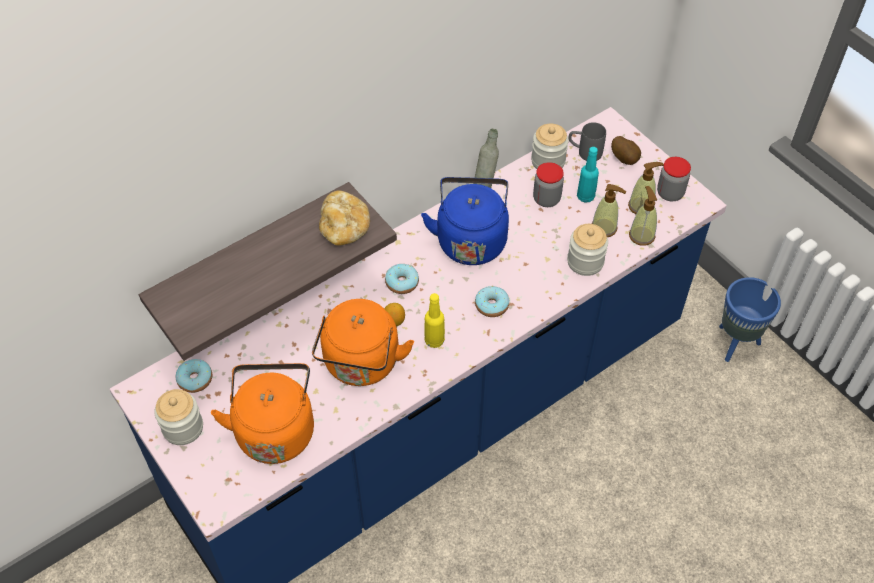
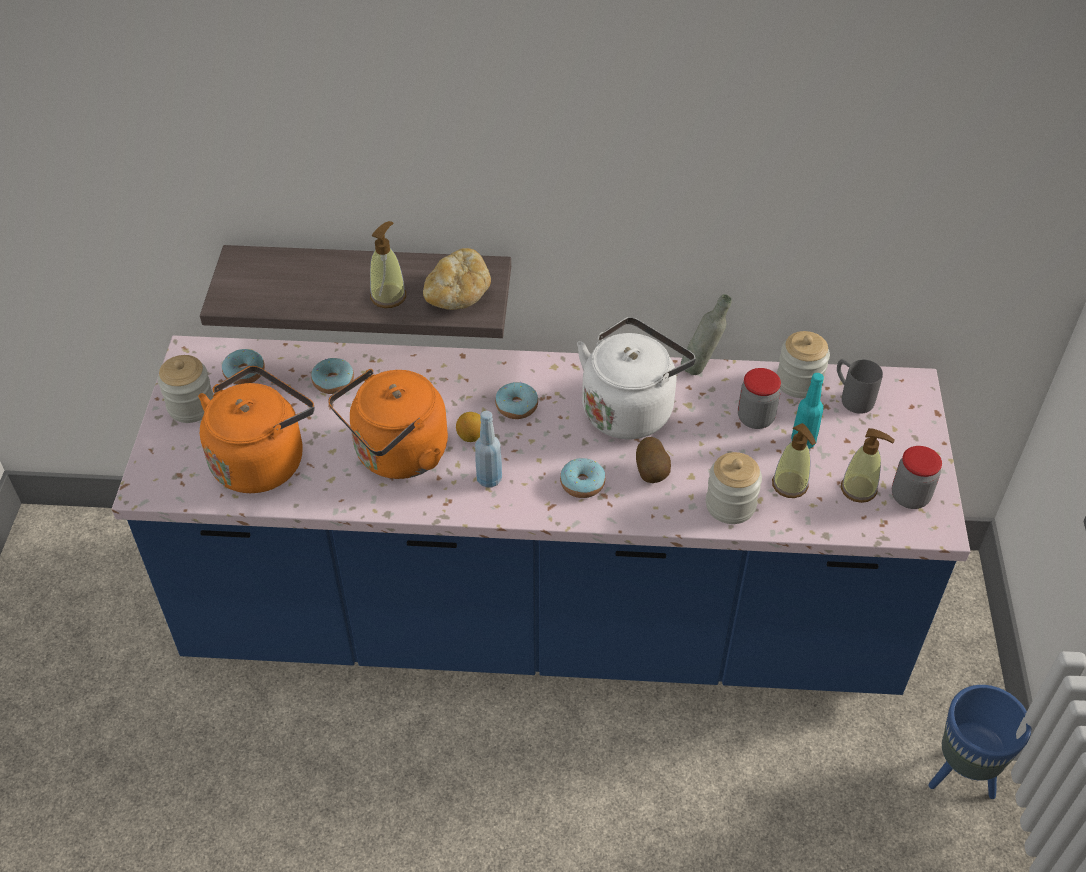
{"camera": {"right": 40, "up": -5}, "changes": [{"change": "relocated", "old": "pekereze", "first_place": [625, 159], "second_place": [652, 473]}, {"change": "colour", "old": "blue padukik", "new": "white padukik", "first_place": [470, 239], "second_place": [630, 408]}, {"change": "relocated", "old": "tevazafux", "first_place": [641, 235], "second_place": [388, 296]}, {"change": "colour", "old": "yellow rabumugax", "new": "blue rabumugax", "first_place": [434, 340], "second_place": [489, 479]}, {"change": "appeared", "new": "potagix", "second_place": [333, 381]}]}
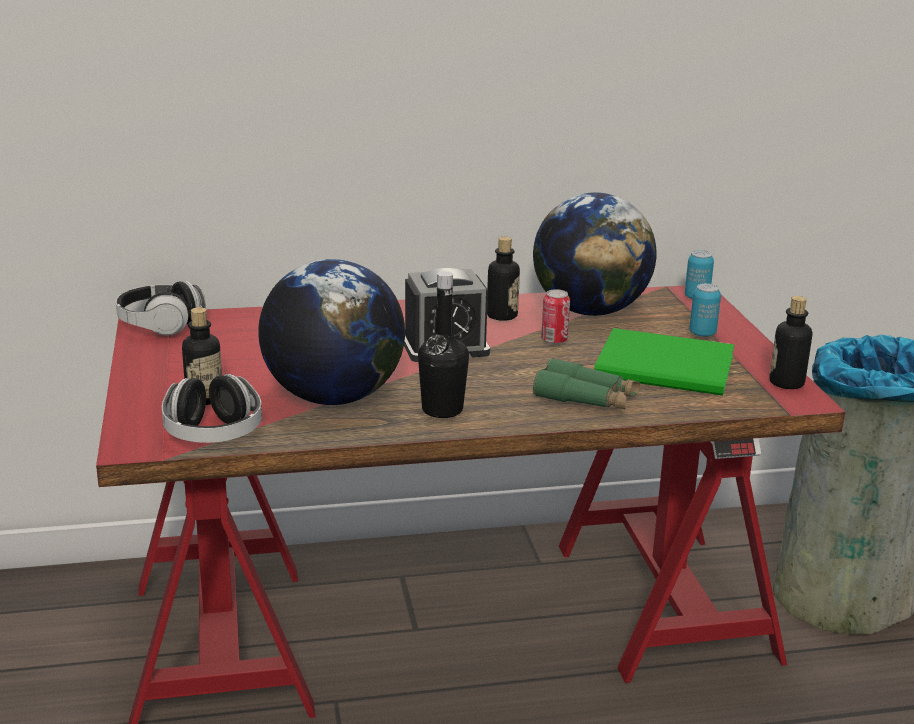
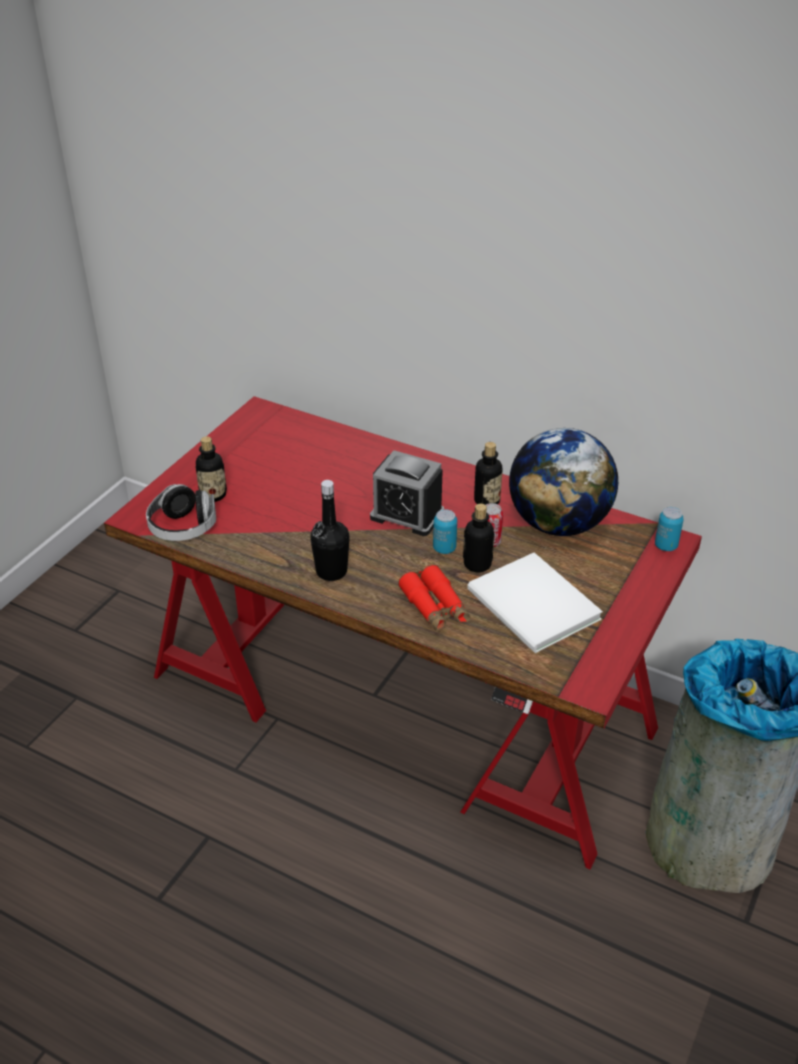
{"camera": {"right": 40, "up": 15}, "changes": [{"change": "missing", "old": "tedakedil", "first_place": [333, 397]}, {"change": "missing", "old": "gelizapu", "first_place": [160, 325]}, {"change": "relocated", "old": "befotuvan", "first_place": [702, 333], "second_place": [444, 548]}, {"change": "relocated", "old": "rabumugax", "first_place": [786, 383], "second_place": [477, 564]}, {"change": "colour", "old": "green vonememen", "new": "white vonememen", "first_place": [668, 368], "second_place": [533, 608]}, {"change": "colour", "old": "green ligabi", "new": "red ligabi", "first_place": [586, 398], "second_place": [435, 607]}]}
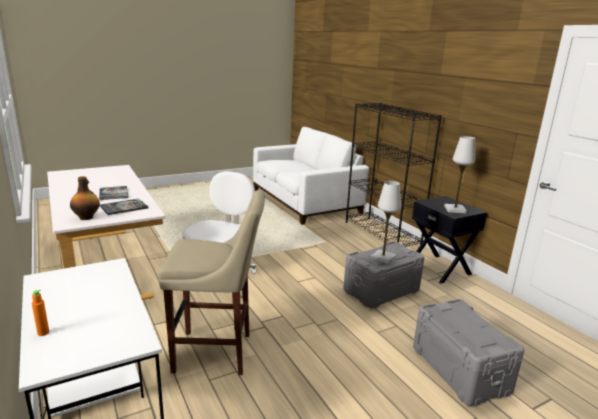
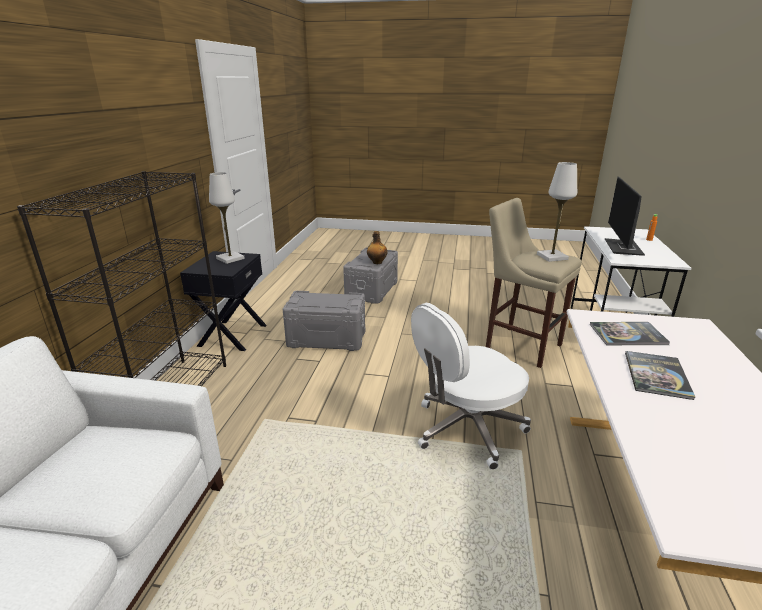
{"camera": {"right": -140, "up": 5}, "changes": [{"change": "relocated", "old": "rabumugax", "first_place": [87, 217], "second_place": [377, 262]}, {"change": "relocated", "old": "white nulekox", "first_place": [383, 257], "second_place": [552, 257]}, {"change": "appeared", "new": "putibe", "second_place": [623, 248]}]}
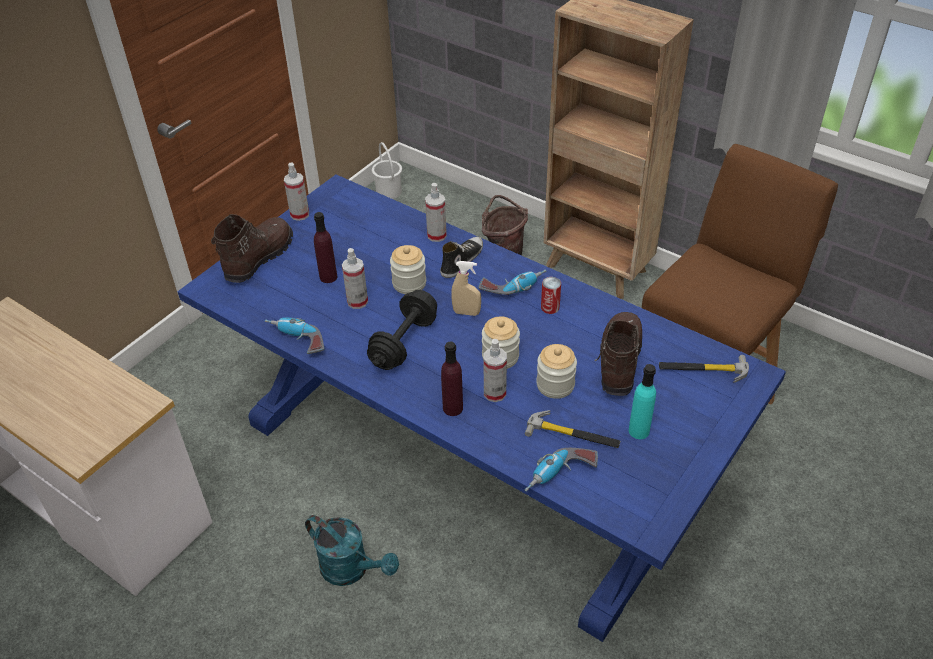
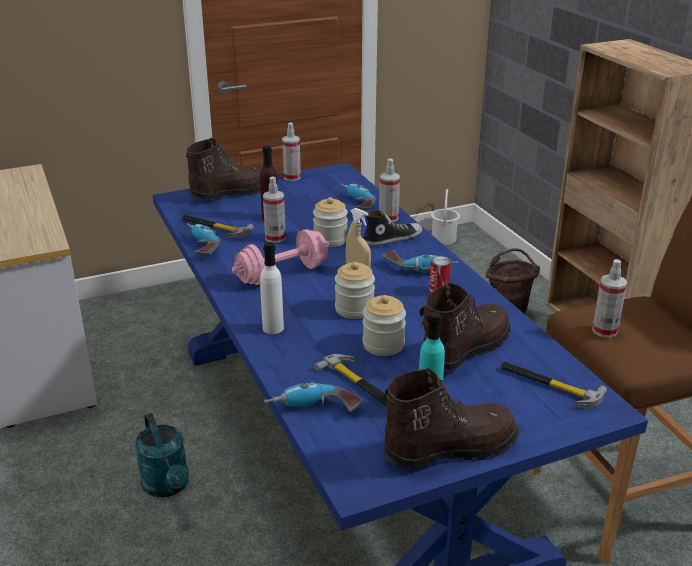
{"camera": {"right": 30, "up": -15}, "changes": [{"change": "colour", "old": "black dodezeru", "new": "pink dodezeru", "first_place": [404, 343], "second_place": [282, 274]}, {"change": "relocated", "old": "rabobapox", "first_place": [494, 393], "second_place": [604, 330]}, {"change": "colour", "old": "purple rabumugax", "new": "white rabumugax", "first_place": [452, 408], "second_place": [273, 328]}, {"change": "appeared", "new": "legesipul", "second_place": [356, 203]}, {"change": "appeared", "new": "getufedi", "second_place": [214, 228]}, {"change": "appeared", "new": "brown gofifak", "second_place": [449, 448]}]}
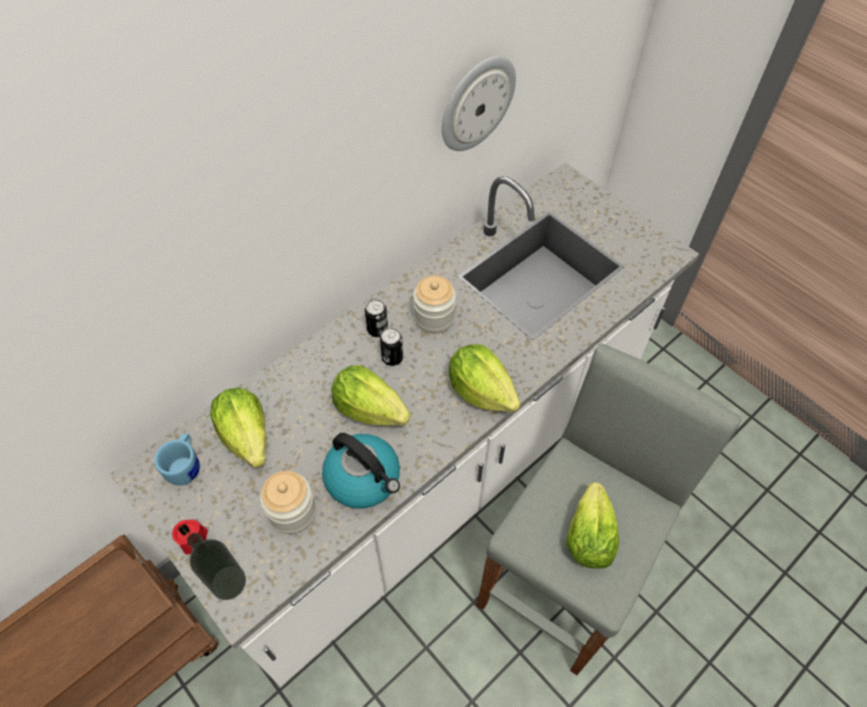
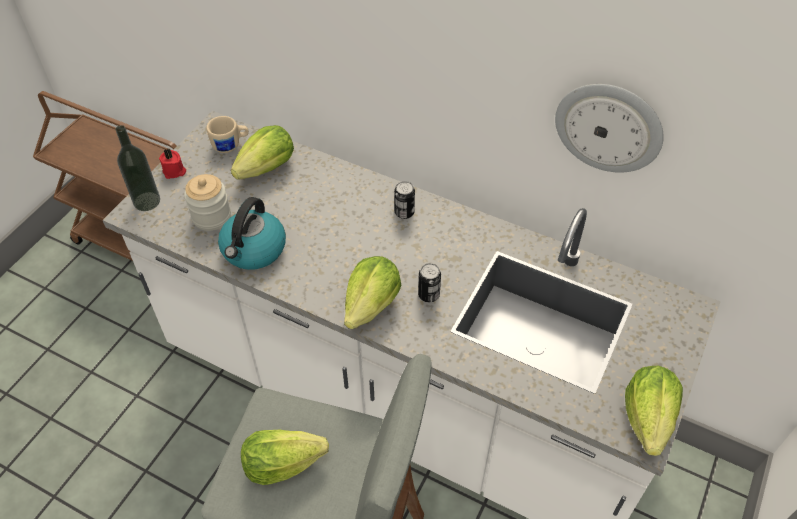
{"camera": {"right": 70, "up": -5}, "changes": [{"change": "missing", "old": "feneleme", "first_place": [434, 318]}, {"change": "relocated", "old": "befotuvan", "first_place": [392, 358], "second_place": [428, 295]}, {"change": "relocated", "old": "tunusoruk", "first_place": [369, 409], "second_place": [648, 418]}, {"change": "colour", "old": "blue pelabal", "new": "beige pelabal", "first_place": [186, 465], "second_place": [231, 145]}]}
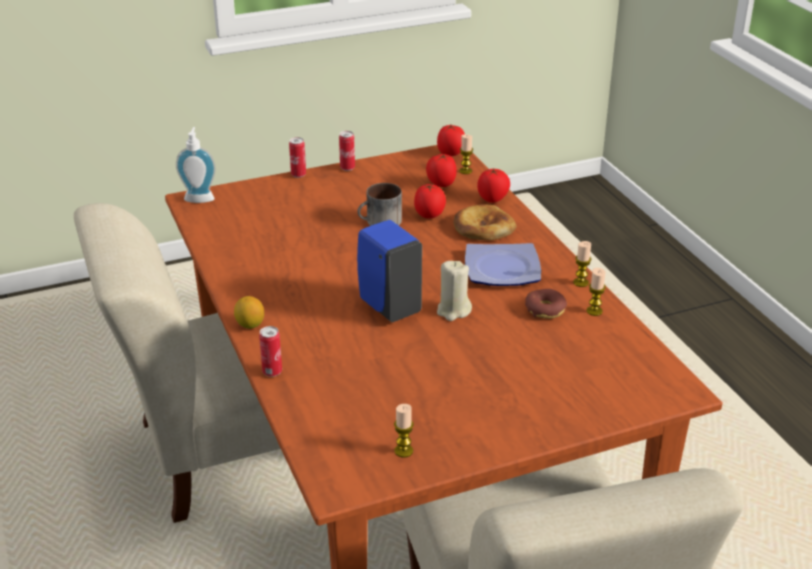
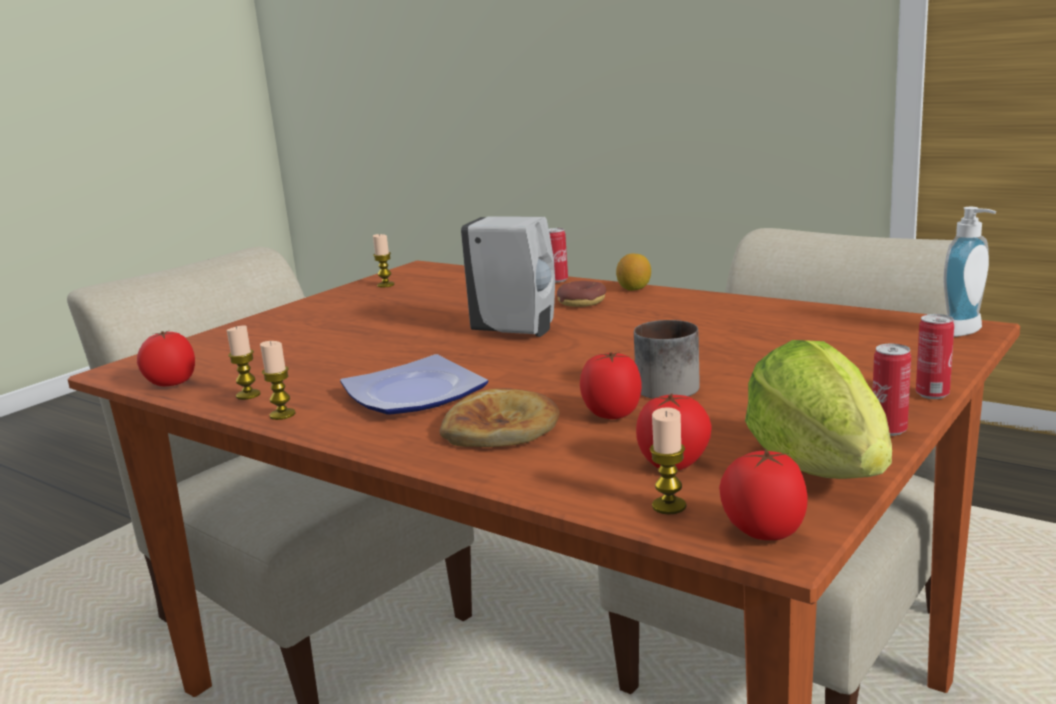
{"camera": {"right": 150, "up": -15}, "changes": [{"change": "relocated", "old": "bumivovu", "first_place": [493, 199], "second_place": [171, 384]}, {"change": "colour", "old": "blue tevazafux", "new": "white tevazafux", "first_place": [388, 306], "second_place": [517, 331]}, {"change": "missing", "old": "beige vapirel", "first_place": [453, 311]}, {"change": "relocated", "old": "potagix", "first_place": [545, 309], "second_place": [581, 302]}, {"change": "appeared", "new": "tunusoruk", "second_place": [819, 466]}]}
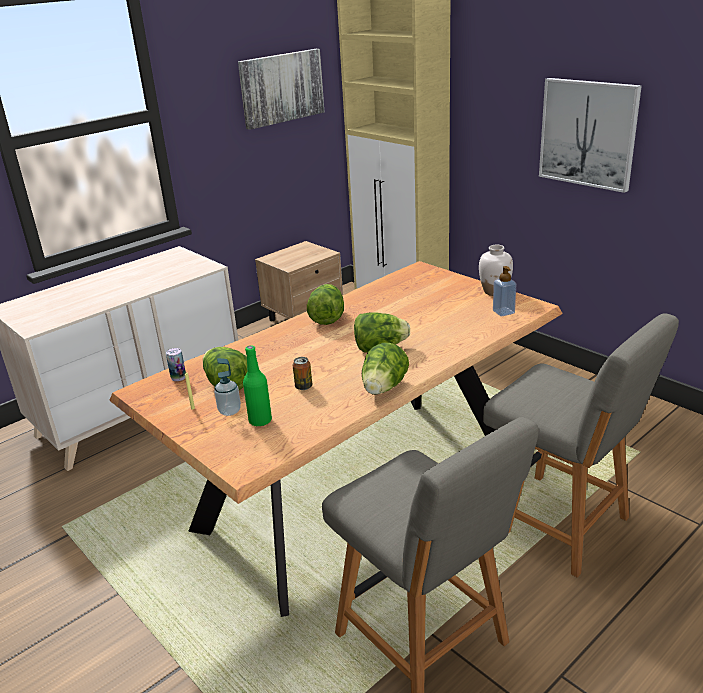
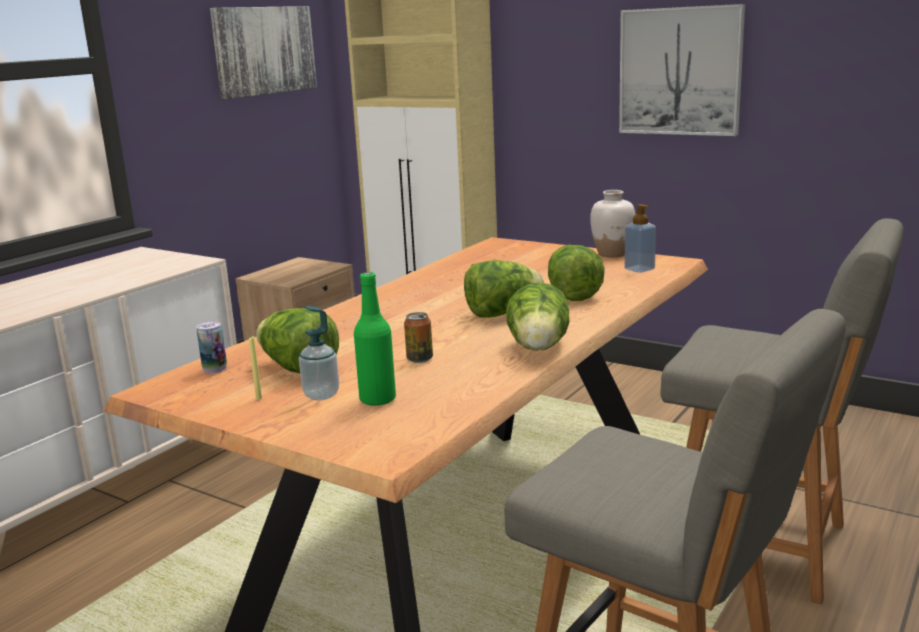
{"camera": {"right": -15, "up": -10}, "changes": [{"change": "relocated", "old": "tunusoruk", "first_place": [327, 317], "second_place": [572, 294]}]}
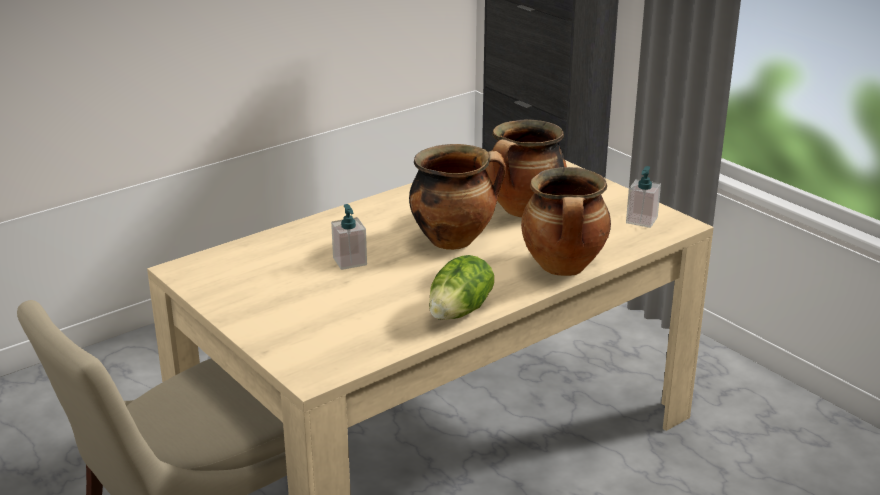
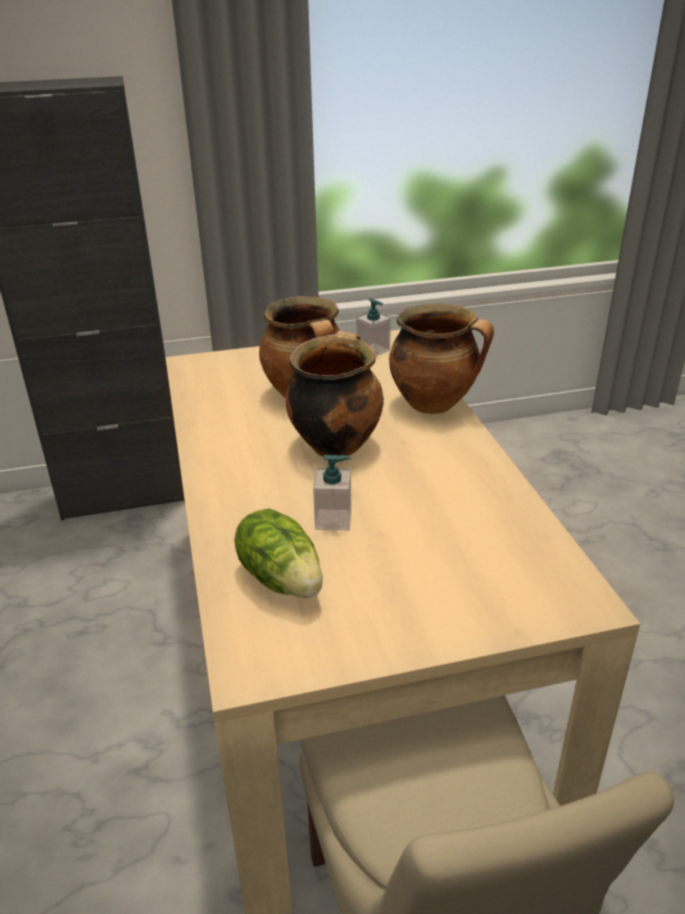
{"camera": {"right": -65, "up": 5}, "changes": [{"change": "relocated", "old": "tunusoruk", "first_place": [461, 311], "second_place": [282, 578]}]}
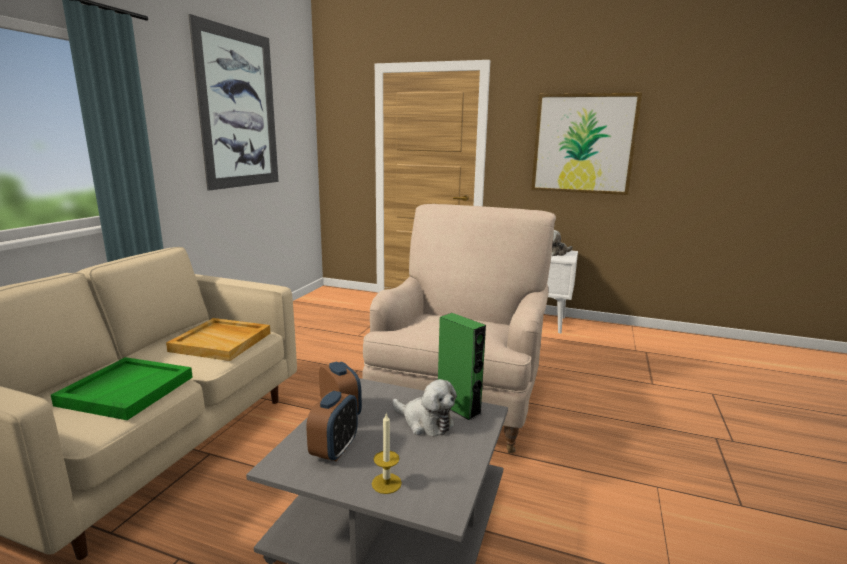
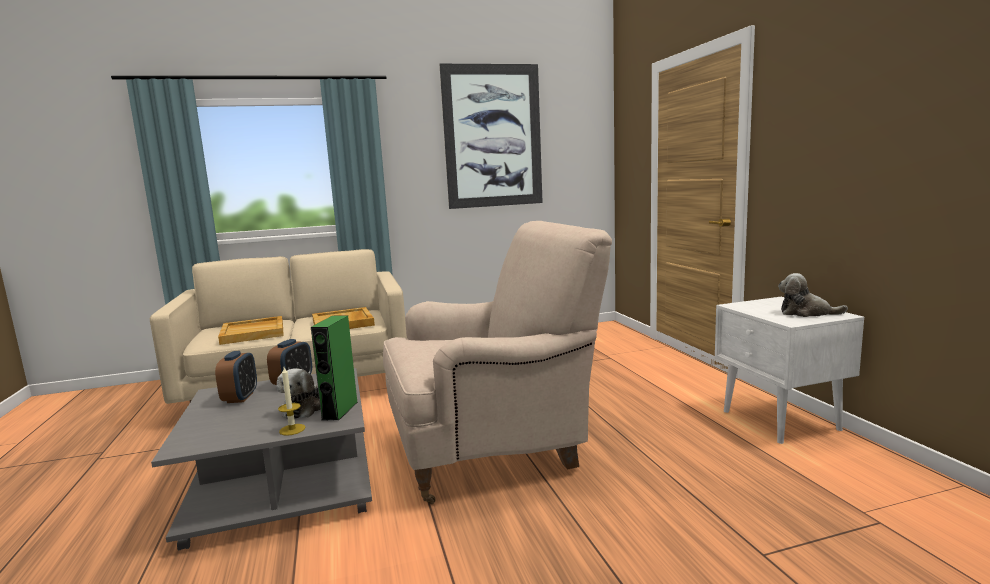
{"camera": {"right": 55, "up": -5}, "changes": [{"change": "missing", "old": "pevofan", "first_place": [583, 144]}, {"change": "colour", "old": "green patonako", "new": "beige patonako", "first_place": [127, 390], "second_place": [253, 333]}, {"change": "spun", "old": "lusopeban", "first_place": [334, 449], "second_place": [240, 397], "degrees": -75}, {"change": "relocated", "old": "vapirel", "first_place": [386, 483], "second_place": [292, 429]}]}
